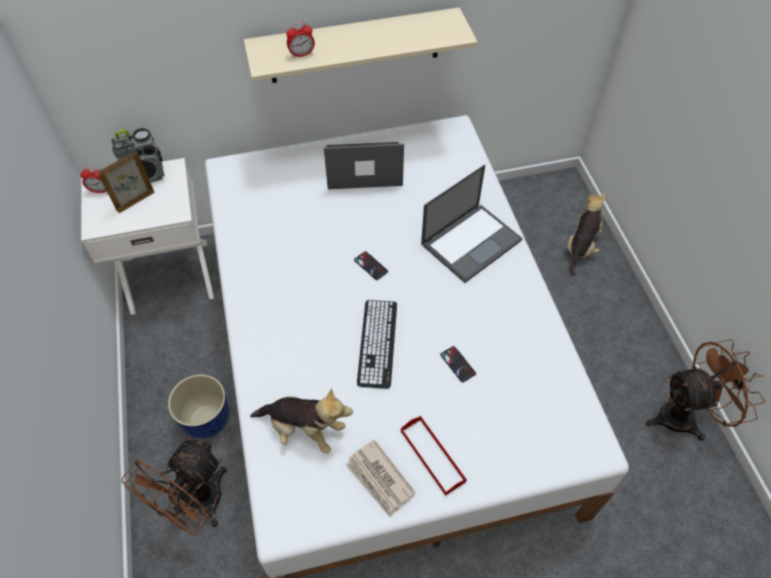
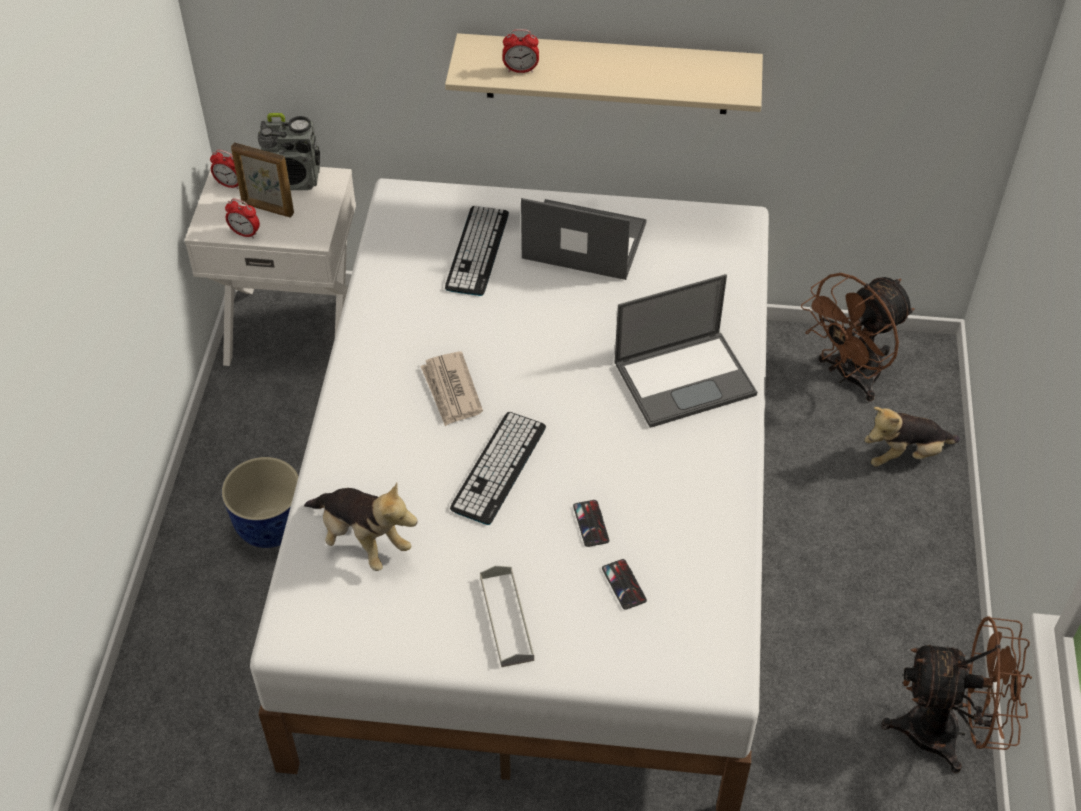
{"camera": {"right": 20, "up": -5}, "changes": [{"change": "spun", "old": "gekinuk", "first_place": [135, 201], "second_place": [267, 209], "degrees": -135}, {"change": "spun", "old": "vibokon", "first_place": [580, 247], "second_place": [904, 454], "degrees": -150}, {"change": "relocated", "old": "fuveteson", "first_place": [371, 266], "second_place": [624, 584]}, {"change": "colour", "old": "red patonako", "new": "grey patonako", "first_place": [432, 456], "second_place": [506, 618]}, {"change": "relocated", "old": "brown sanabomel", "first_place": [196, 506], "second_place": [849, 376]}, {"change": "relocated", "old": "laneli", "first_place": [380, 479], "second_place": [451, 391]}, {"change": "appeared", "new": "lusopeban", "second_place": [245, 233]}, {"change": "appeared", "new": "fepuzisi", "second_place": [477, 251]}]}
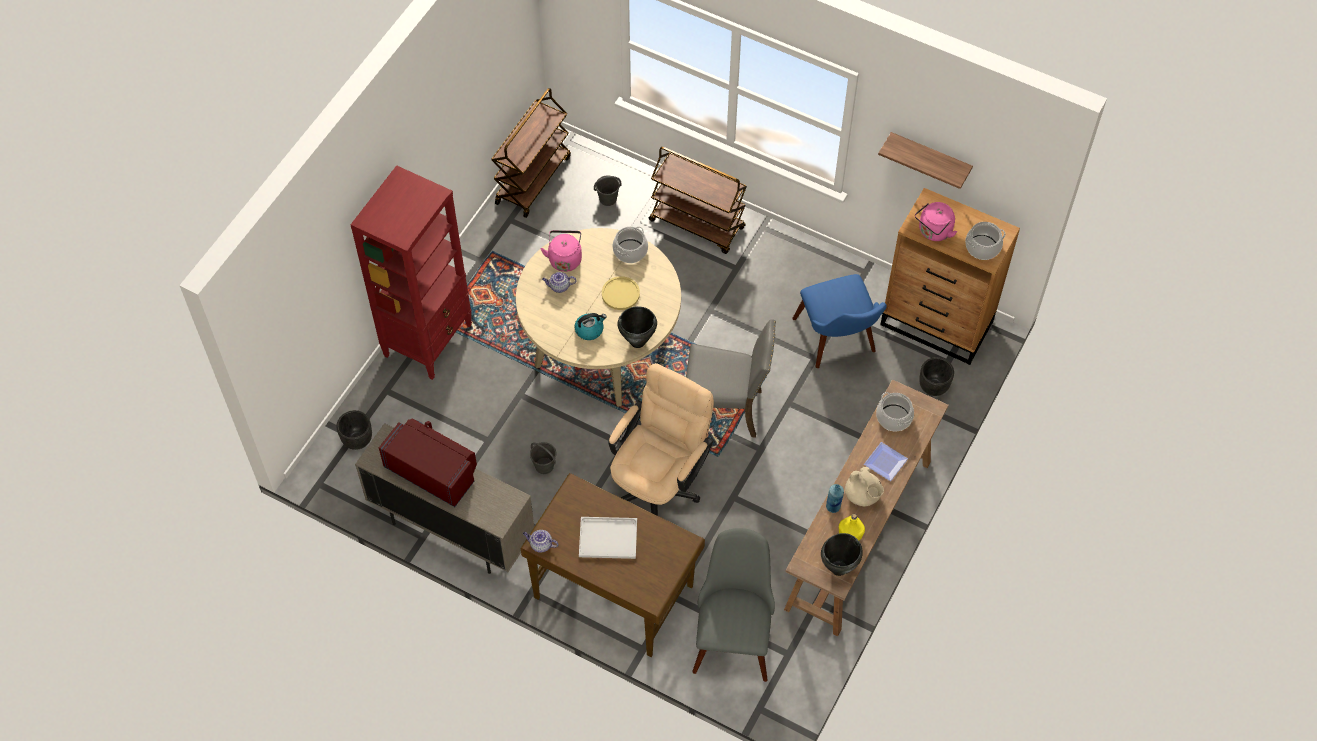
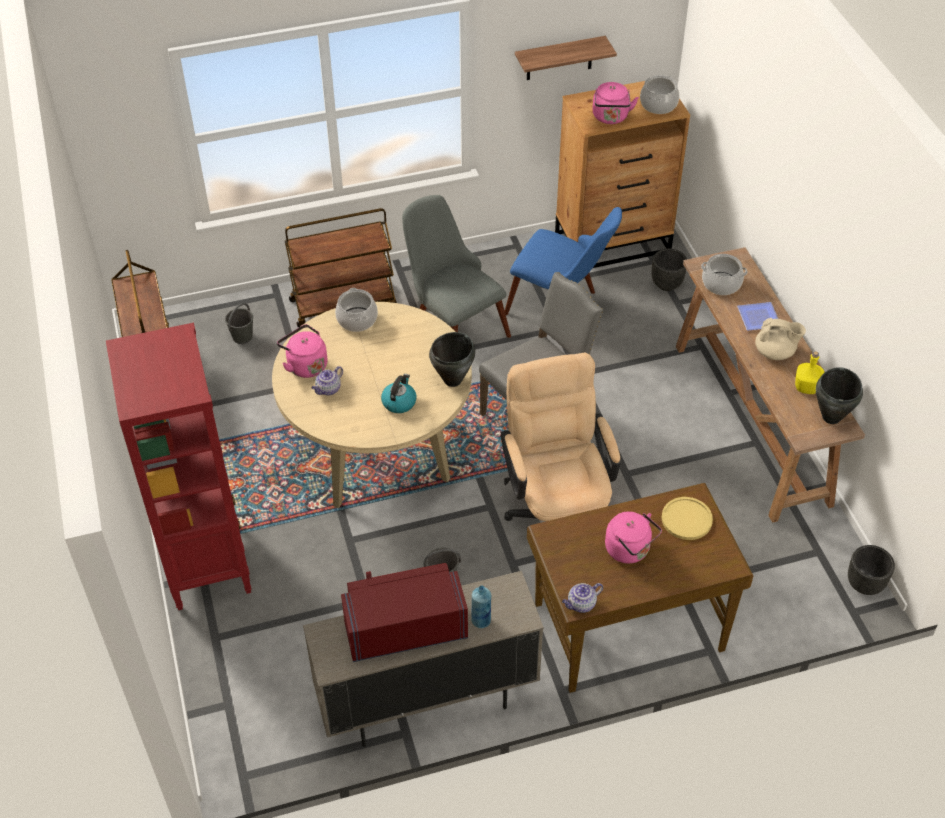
{"camera": {"right": -45, "up": -10}, "changes": [{"change": "relocated", "old": "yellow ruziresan", "first_place": [620, 294], "second_place": [686, 519]}, {"change": "relocated", "old": "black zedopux", "first_place": [358, 440], "second_place": [865, 585]}, {"change": "relocated", "old": "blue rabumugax", "first_place": [833, 506], "second_place": [481, 620]}, {"change": "exchanged", "old": "white patonako", "new": "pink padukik", "first_place": [606, 539], "second_place": [630, 550]}, {"change": "relocated", "old": "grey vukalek", "first_place": [733, 632], "second_place": [452, 326]}]}
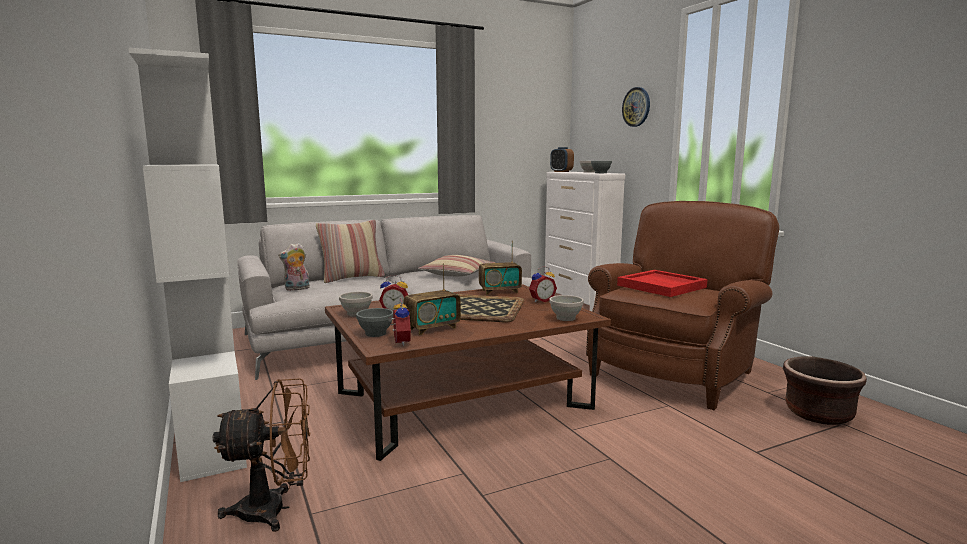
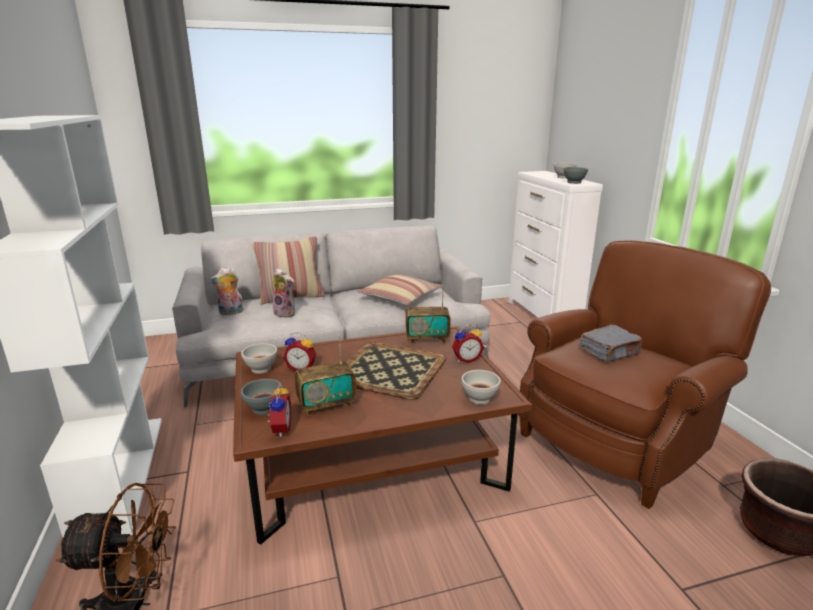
{"camera": {"right": 10, "up": 10}, "changes": [{"change": "missing", "old": "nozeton", "first_place": [636, 107]}, {"change": "missing", "old": "lusopeban", "first_place": [561, 171]}, {"change": "exchanged", "old": "red patonako", "new": "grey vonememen", "first_place": [662, 286], "second_place": [610, 352]}, {"change": "appeared", "new": "vibokon", "second_place": [286, 313]}]}
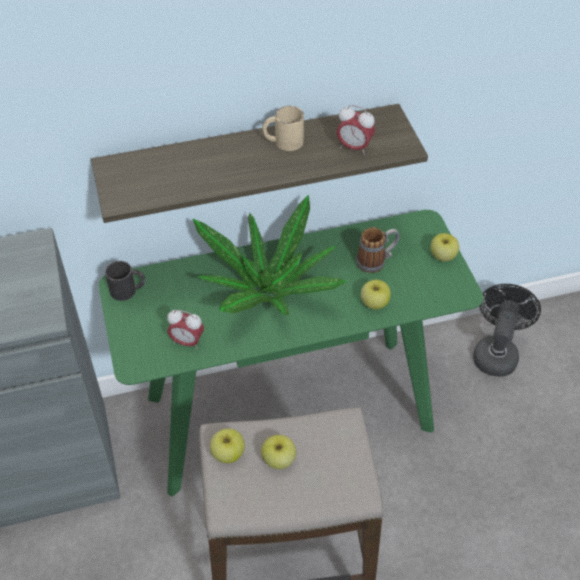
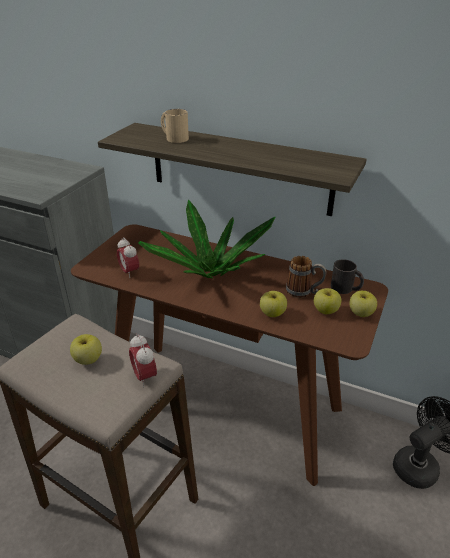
{"camera": {"right": 40, "up": -15}, "changes": [{"change": "relocated", "old": "lusopeban", "first_place": [354, 147], "second_place": [144, 376]}, {"change": "relocated", "old": "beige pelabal", "first_place": [283, 141], "second_place": [174, 138]}, {"change": "colour", "old": "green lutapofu", "new": "brown lutapofu", "first_place": [289, 412], "second_place": [225, 405]}, {"change": "relocated", "old": "black pelabal", "first_place": [128, 290], "second_place": [346, 289]}, {"change": "relocated", "old": "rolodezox", "first_place": [228, 454], "second_place": [325, 310]}]}
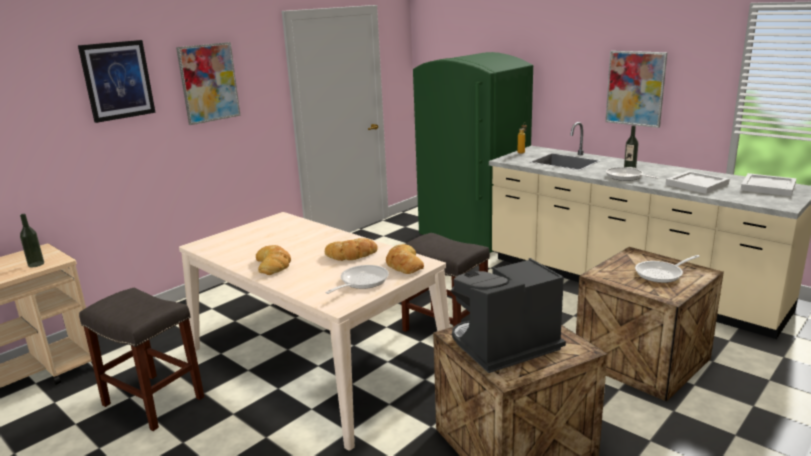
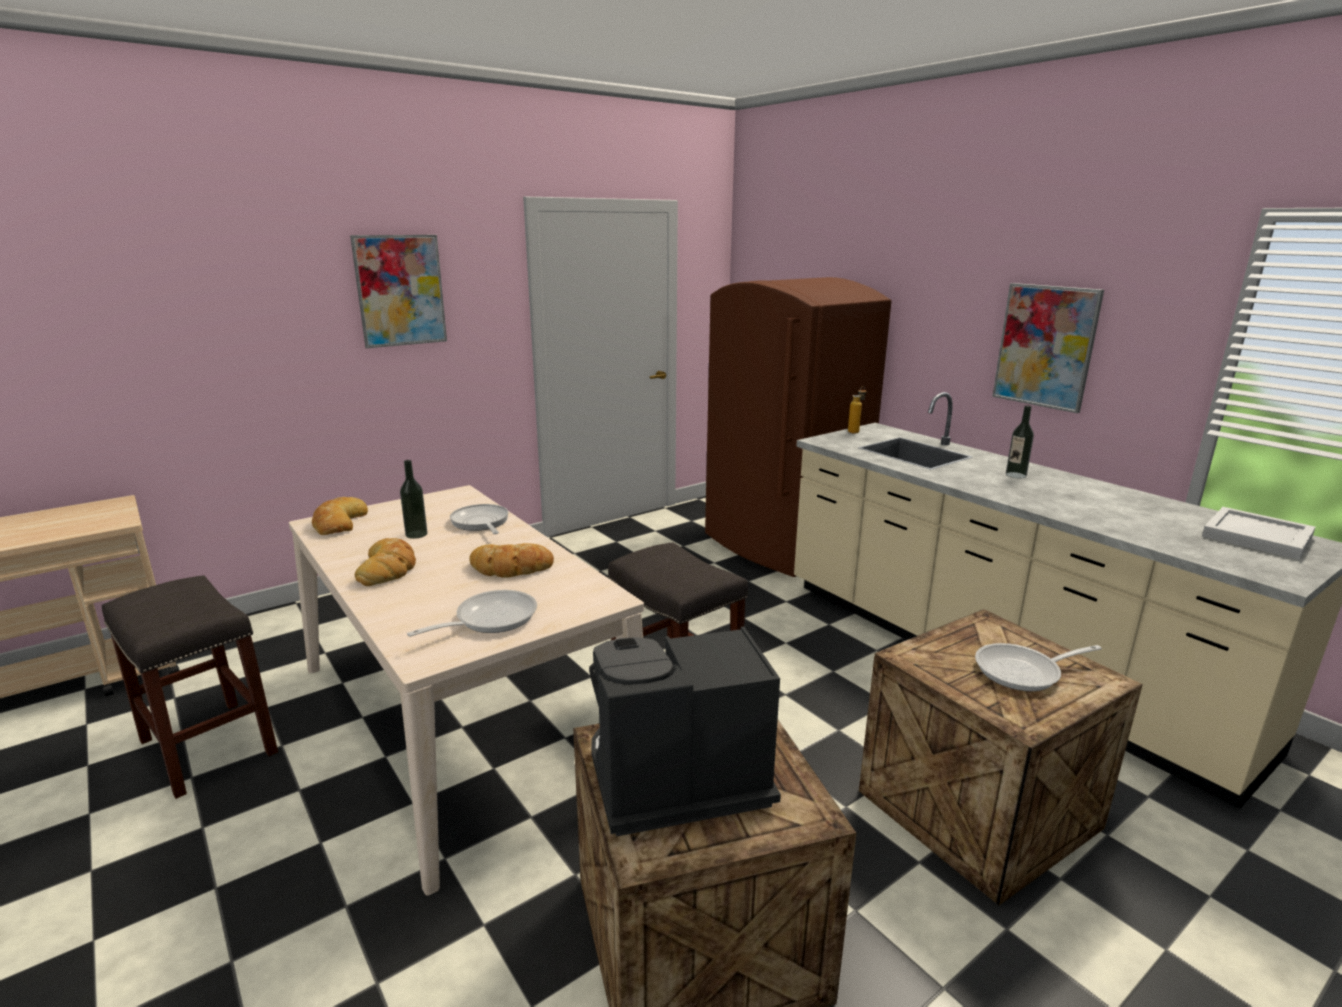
{"camera": {"right": 10, "up": 0}, "changes": [{"change": "missing", "old": "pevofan", "first_place": [117, 80]}, {"change": "colour", "old": "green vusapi", "new": "brown vusapi", "first_place": [472, 235], "second_place": [781, 545]}, {"change": "relocated", "old": "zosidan", "first_place": [626, 177], "second_place": [480, 523]}, {"change": "missing", "old": "white patonako", "first_place": [697, 184]}, {"change": "relocated", "old": "rabumugax", "first_place": [36, 264], "second_place": [416, 534]}, {"change": "relocated", "old": "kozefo", "first_place": [404, 264], "second_place": [338, 523]}]}
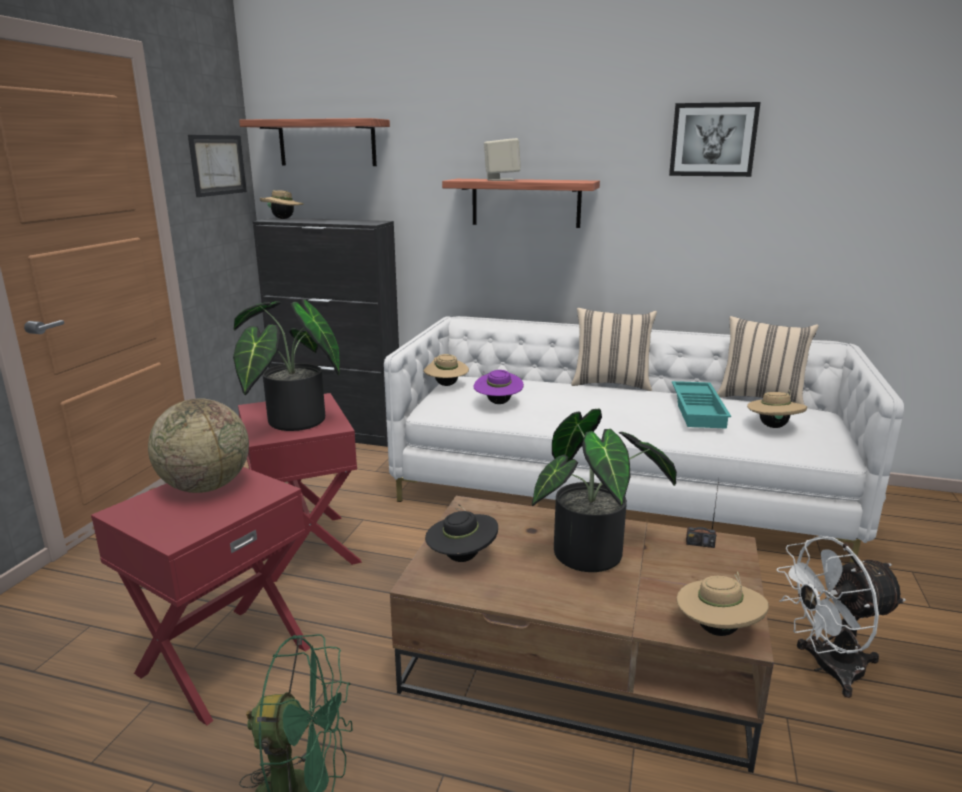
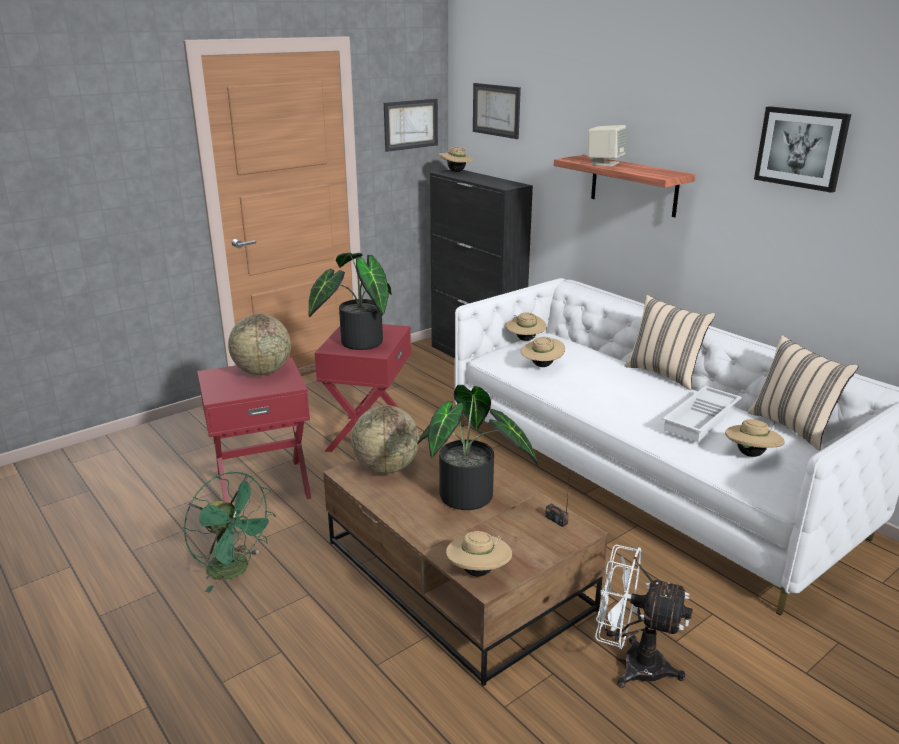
{"camera": {"right": 35, "up": 5}, "changes": [{"change": "exchanged", "old": "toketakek", "new": "pevofan", "first_place": [327, 143], "second_place": [496, 110]}, {"change": "colour", "old": "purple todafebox", "new": "beige todafebox", "first_place": [498, 403], "second_place": [541, 365]}, {"change": "colour", "old": "turquoise patonako", "new": "white patonako", "first_place": [699, 410], "second_place": [702, 419]}, {"change": "exchanged", "old": "black todafebox", "new": "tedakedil", "first_place": [461, 557], "second_place": [386, 468]}]}
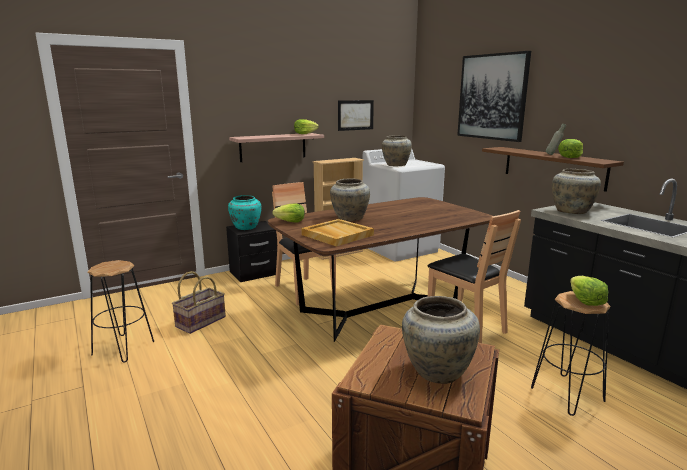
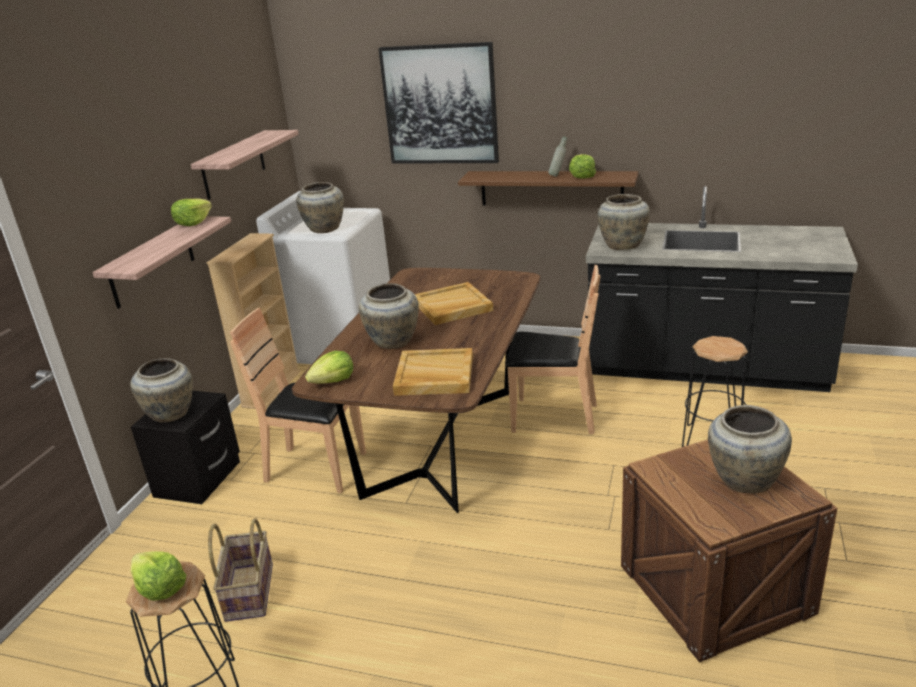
{"camera": {"right": -40, "up": 10}, "changes": [{"change": "exchanged", "old": "pevofan", "new": "toketakek", "first_place": [355, 115], "second_place": [233, 164]}, {"change": "colour", "old": "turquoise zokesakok", "new": "beige zokesakok", "first_place": [245, 228], "second_place": [171, 415]}, {"change": "relocated", "old": "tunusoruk", "first_place": [585, 301], "second_place": [160, 588]}, {"change": "appeared", "new": "beige patonako", "second_place": [452, 307]}]}
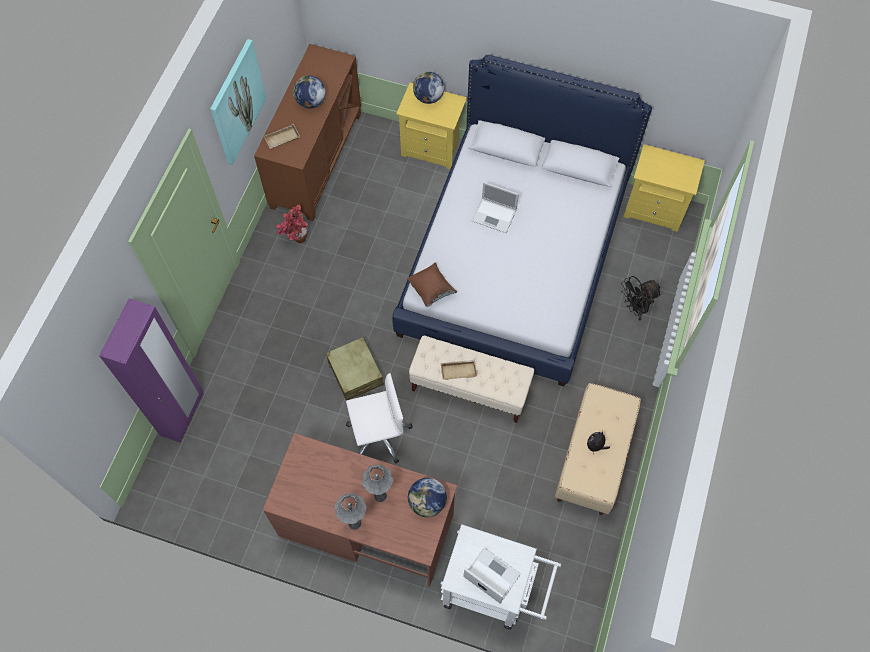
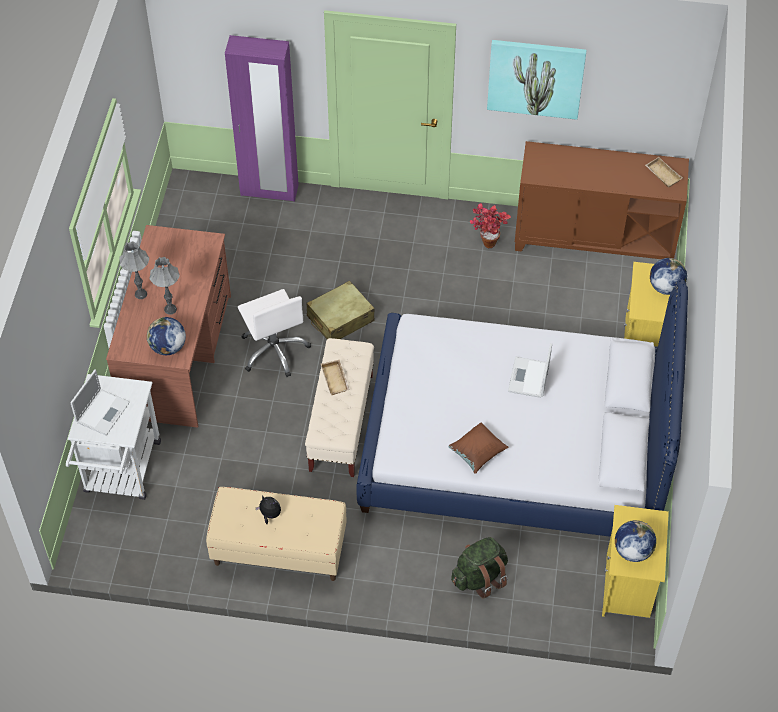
{"camera": {"right": 80, "up": -10}, "changes": [{"change": "relocated", "old": "tedakedil", "first_place": [310, 102], "second_place": [632, 550]}, {"change": "relocated", "old": "beige patonako", "first_place": [282, 139], "second_place": [662, 174]}, {"change": "relocated", "old": "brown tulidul", "first_place": [431, 290], "second_place": [477, 453]}, {"change": "exchanged", "old": "black sanabomel", "new": "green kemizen", "first_place": [635, 308], "second_place": [479, 577]}]}
